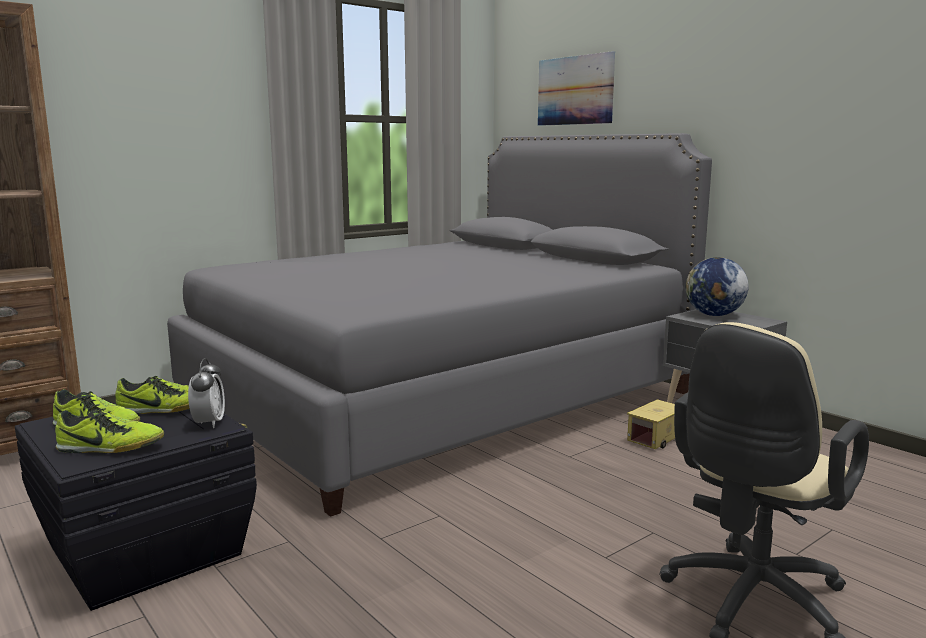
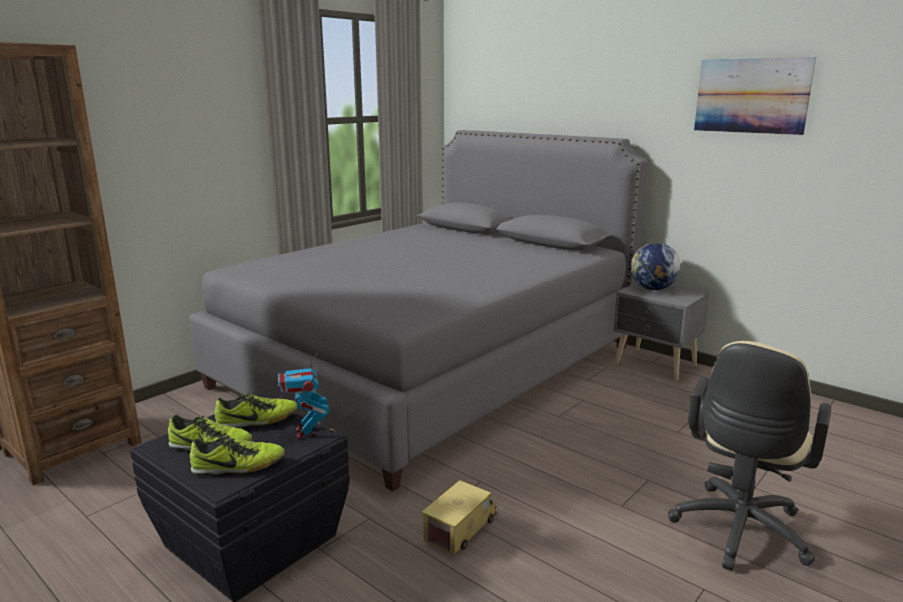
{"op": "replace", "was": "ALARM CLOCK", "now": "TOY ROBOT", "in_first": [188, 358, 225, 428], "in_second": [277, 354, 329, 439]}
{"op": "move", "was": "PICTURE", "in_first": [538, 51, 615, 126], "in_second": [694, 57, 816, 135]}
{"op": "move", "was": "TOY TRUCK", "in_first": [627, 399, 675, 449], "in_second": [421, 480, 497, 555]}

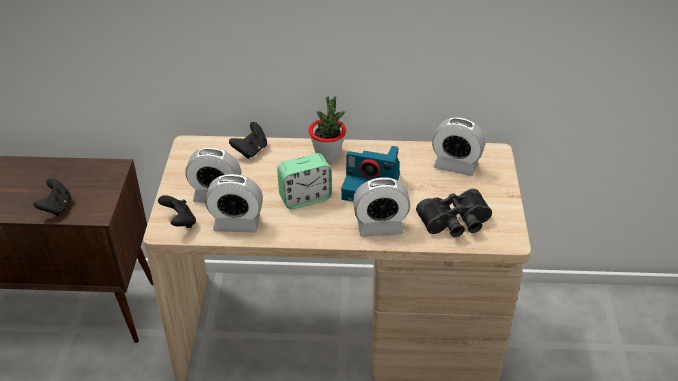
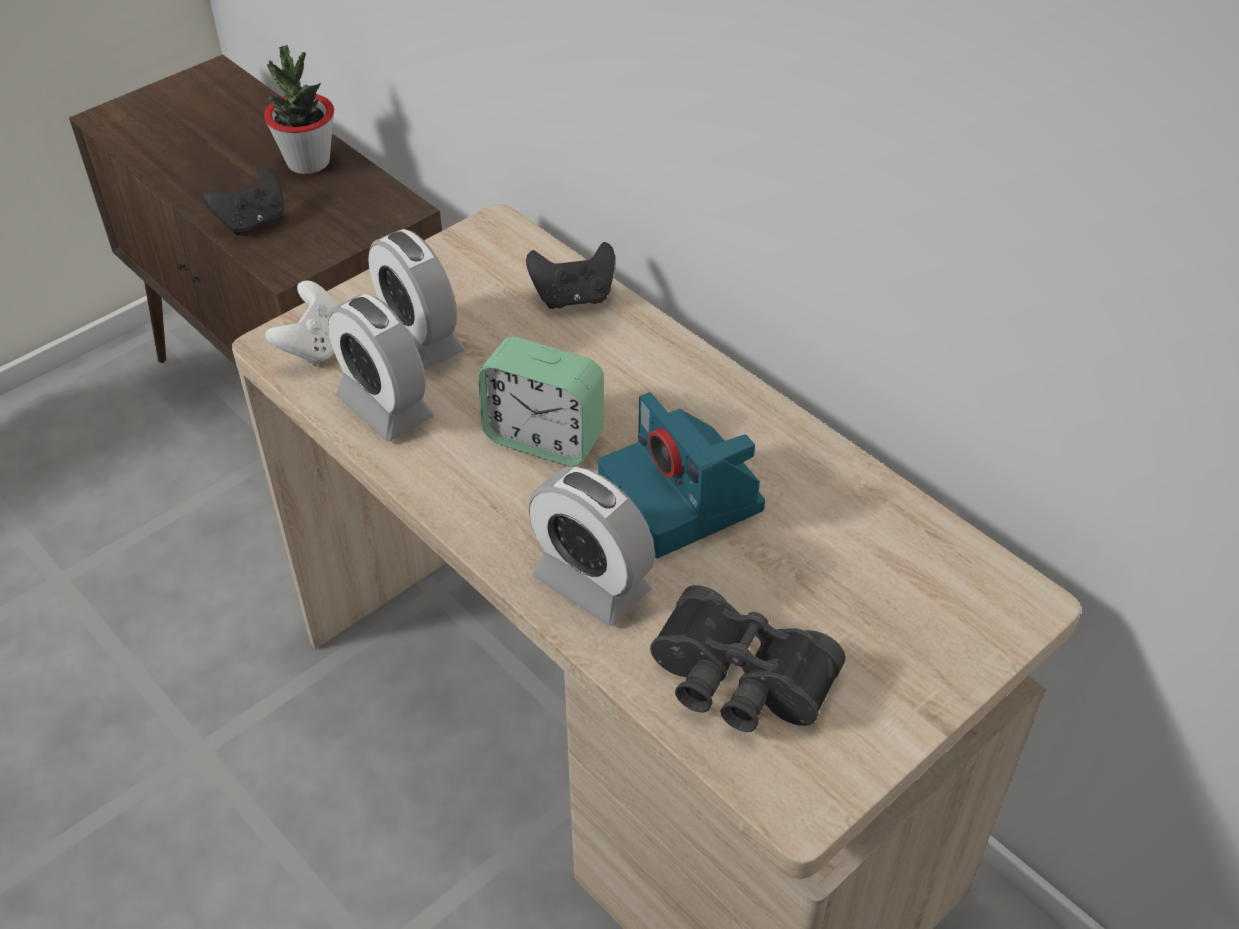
{"op": "recolor", "was": "BLACK GAME CONTROLLER", "now": "WHITE GAME CONTROLLER", "in_first": [158, 195, 196, 228], "in_second": [266, 280, 338, 366]}
{"op": "move", "was": "POTTED PLANT", "in_first": [309, 96, 346, 162], "in_second": [264, 45, 334, 174]}
{"op": "delete", "was": "ALARM CLOCK", "in_first": [432, 117, 485, 176]}

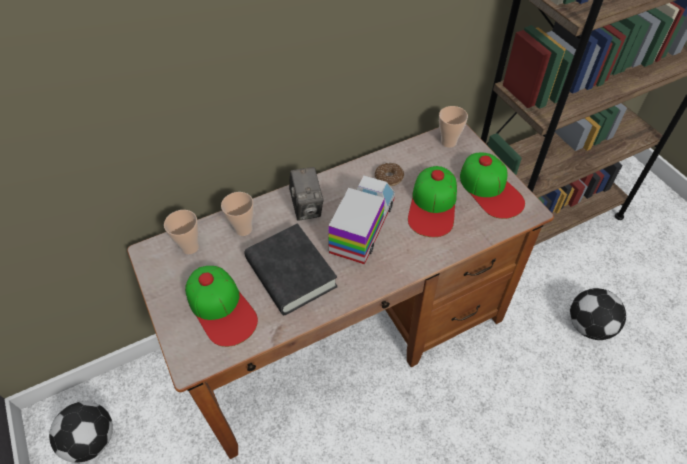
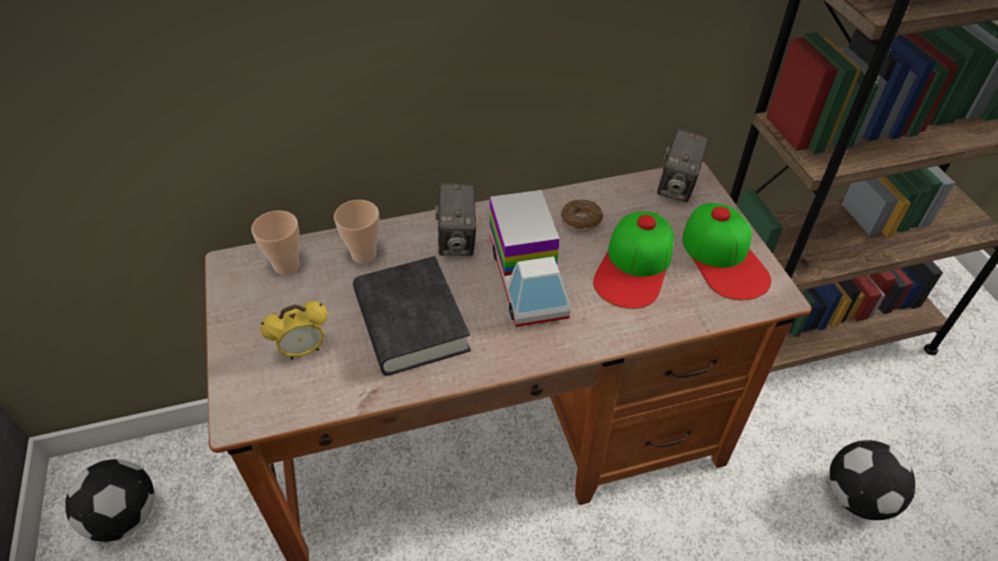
{"op": "replace", "was": "CAP", "now": "ALARM CLOCK", "in_first": [185, 266, 258, 347], "in_second": [260, 301, 328, 360]}
{"op": "rotate", "was": "TOY TRUCK", "in_first": [328, 175, 395, 265], "in_second": [489, 190, 570, 327], "clockwise": 135}
{"op": "replace", "was": "CUP", "now": "PHOTO CAMERA", "in_first": [439, 106, 468, 148], "in_second": [657, 129, 709, 202]}

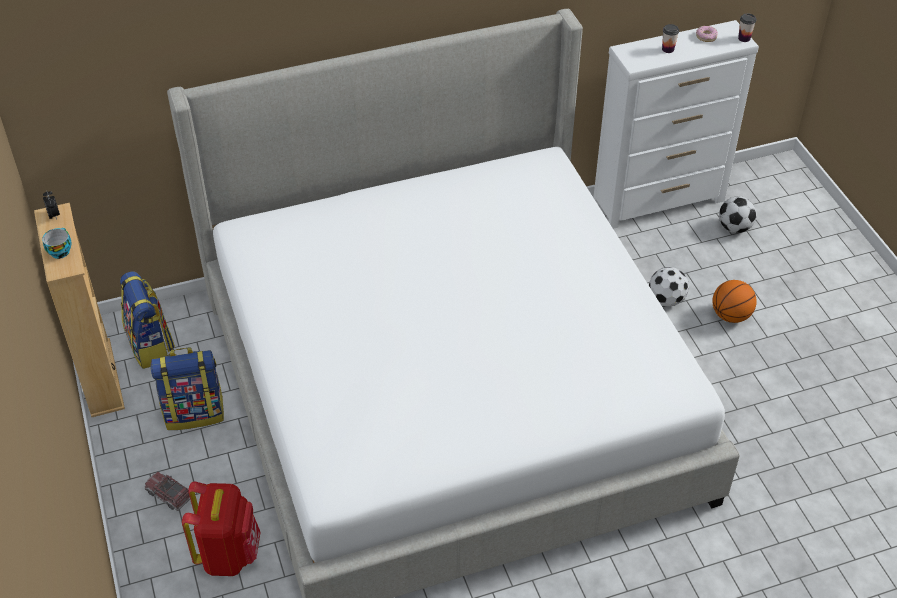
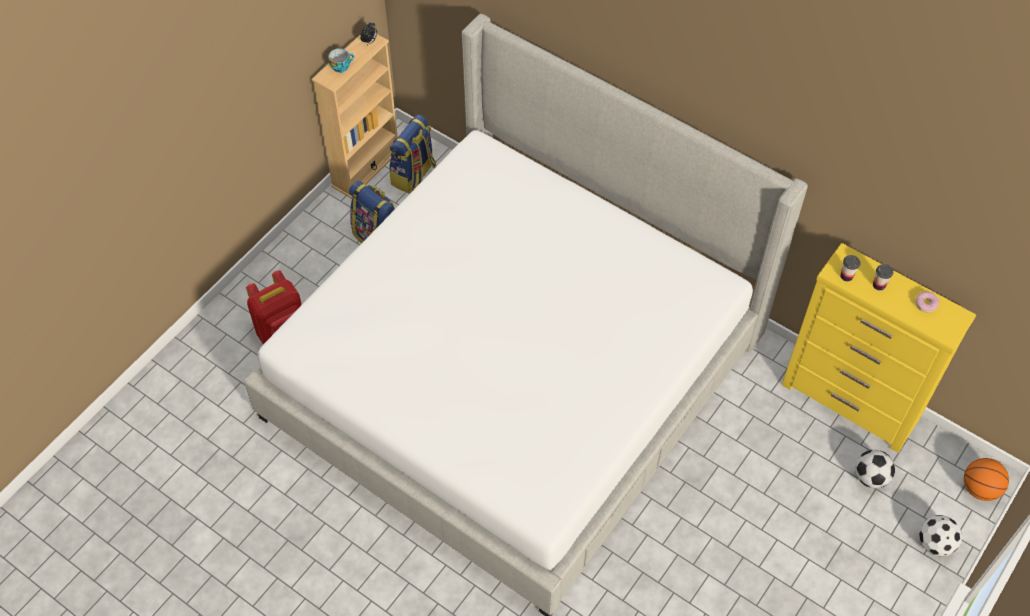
{"op": "delete", "was": "TOY TRUCK", "in_first": [145, 472, 190, 511]}
{"op": "recolor", "was": "WHITE DRESSER", "now": "YELLOW DRESSER", "in_first": [593, 20, 759, 229], "in_second": [782, 243, 976, 453]}
{"op": "move", "was": "FOOTBALL", "in_first": [649, 267, 689, 306], "in_second": [919, 515, 962, 556]}
{"op": "move", "was": "BASKETBALL", "in_first": [712, 280, 757, 323], "in_second": [964, 458, 1009, 501]}
{"op": "move", "was": "CUP", "in_first": [738, 13, 756, 42], "in_second": [840, 255, 860, 282]}

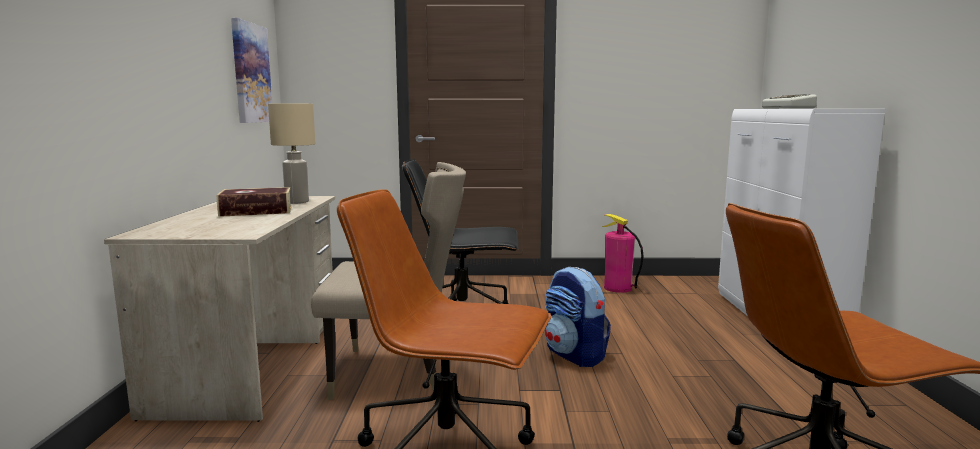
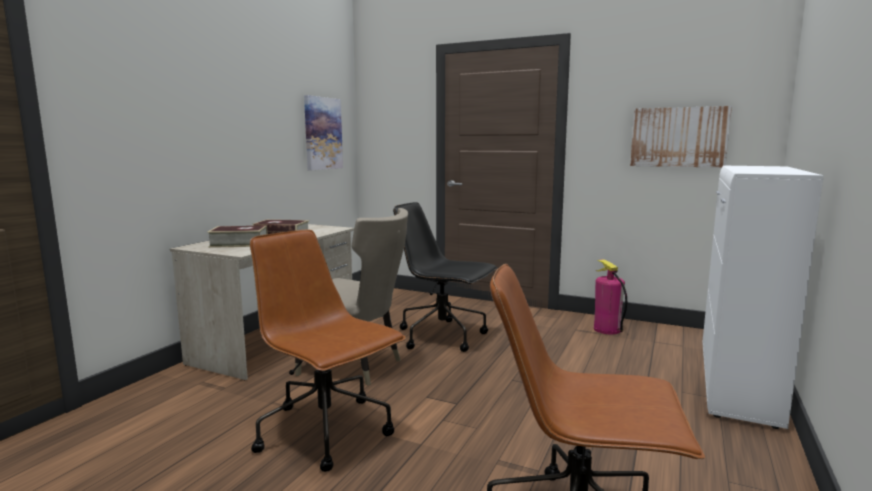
{"op": "delete", "was": "BEIGE TABLE LAMP", "in_first": [268, 103, 315, 204]}
{"op": "delete", "was": "BACKPACK", "in_first": [545, 267, 611, 367]}
{"op": "delete", "was": "KEYBOARD", "in_first": [762, 94, 817, 109]}
{"op": "insert", "now": "BOOK", "in_second": [207, 226, 268, 248]}
{"op": "insert", "now": "PICTURE", "in_second": [630, 106, 732, 168]}

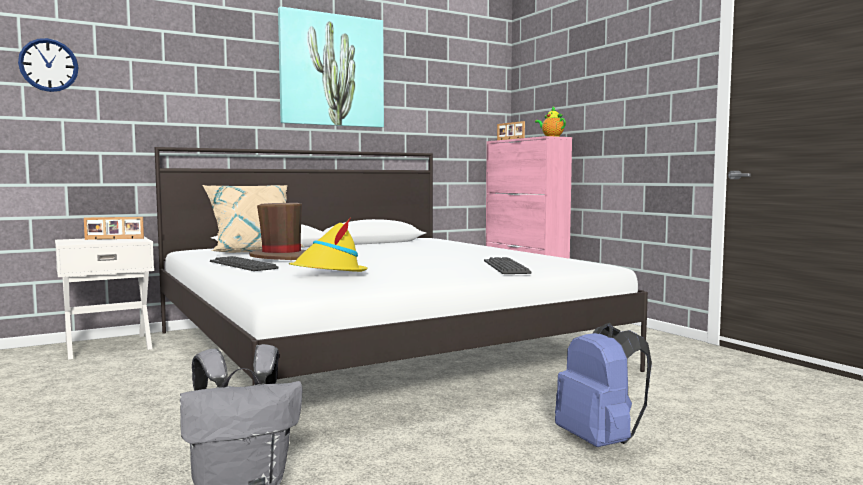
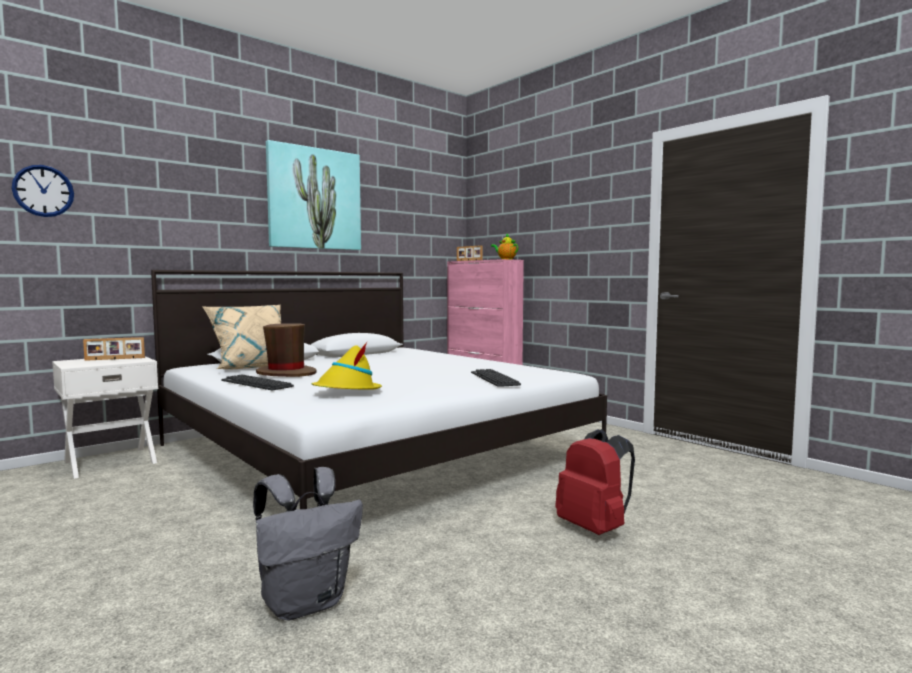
{"op": "recolor", "was": "BLUE BACKPACK", "now": "RED BACKPACK", "in_first": [555, 323, 652, 447], "in_second": [555, 429, 635, 535]}

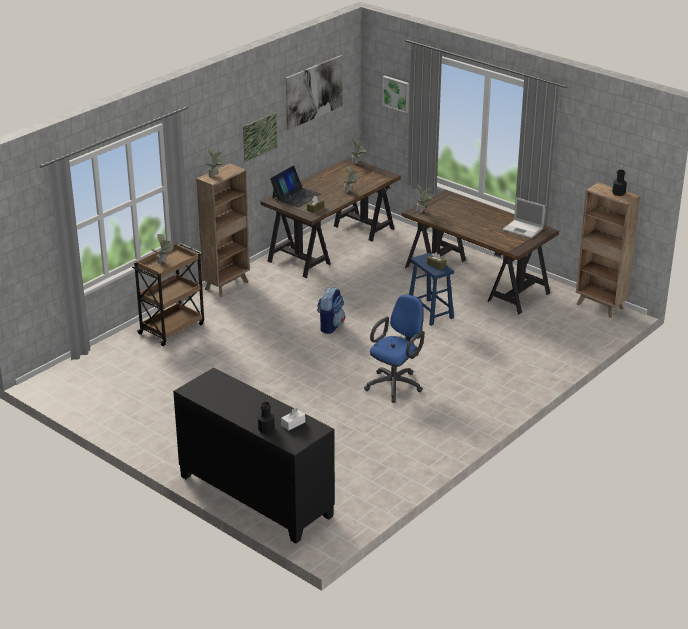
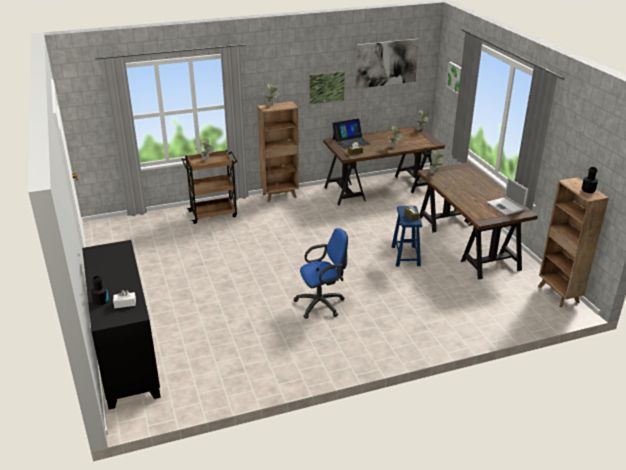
{"op": "delete", "was": "BACKPACK", "in_first": [317, 287, 345, 334]}

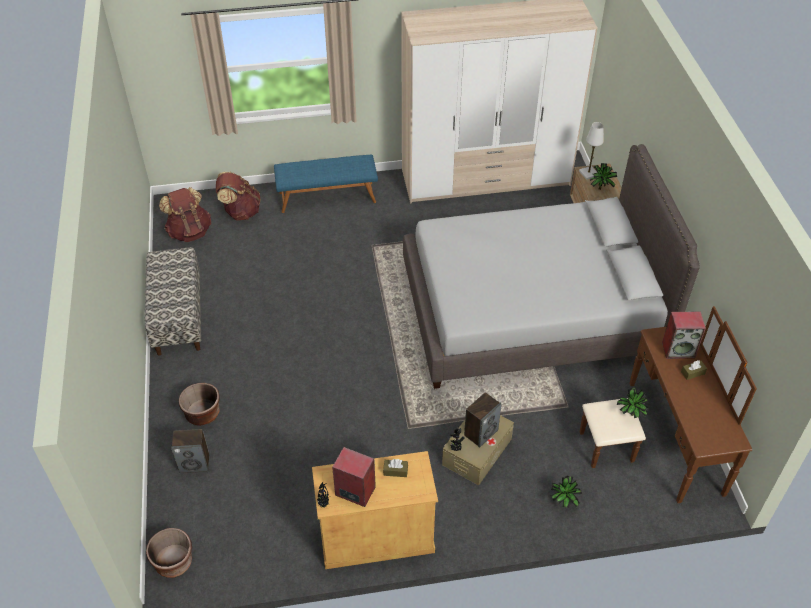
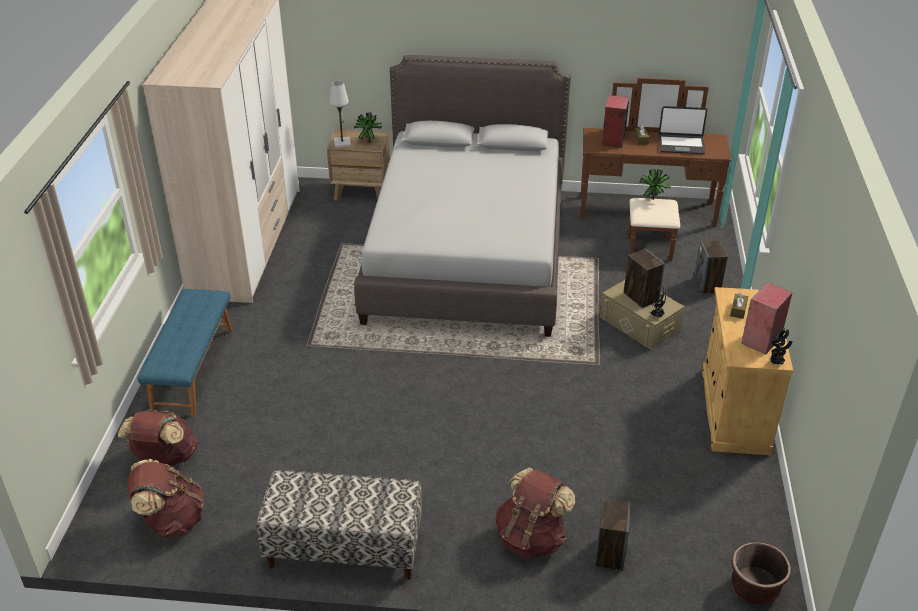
{"op": "replace", "was": "BROWN PLANTER", "now": "BROWN BACKPACK", "in_first": [179, 383, 220, 426], "in_second": [495, 467, 575, 558]}
{"op": "replace", "was": "POTTED PLANT", "now": "SPEAKER", "in_first": [550, 476, 582, 508], "in_second": [694, 241, 728, 294]}
{"op": "insert", "now": "LAPTOP", "in_second": [658, 106, 707, 154]}

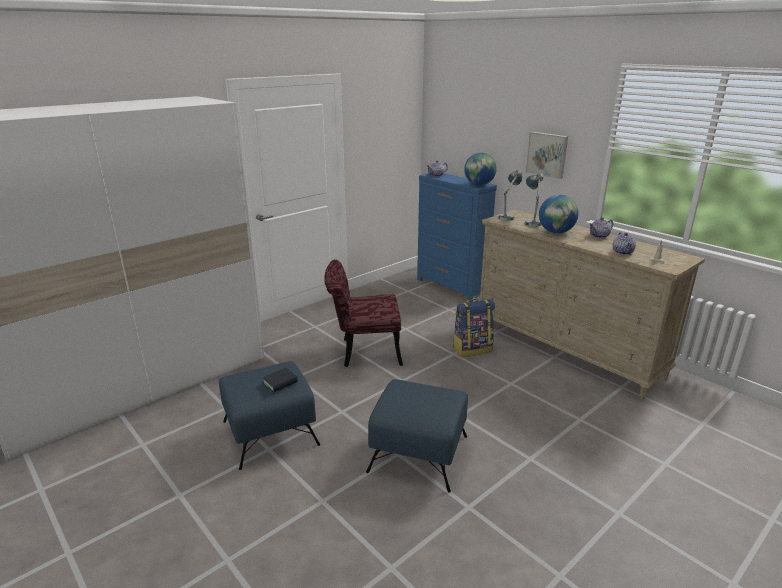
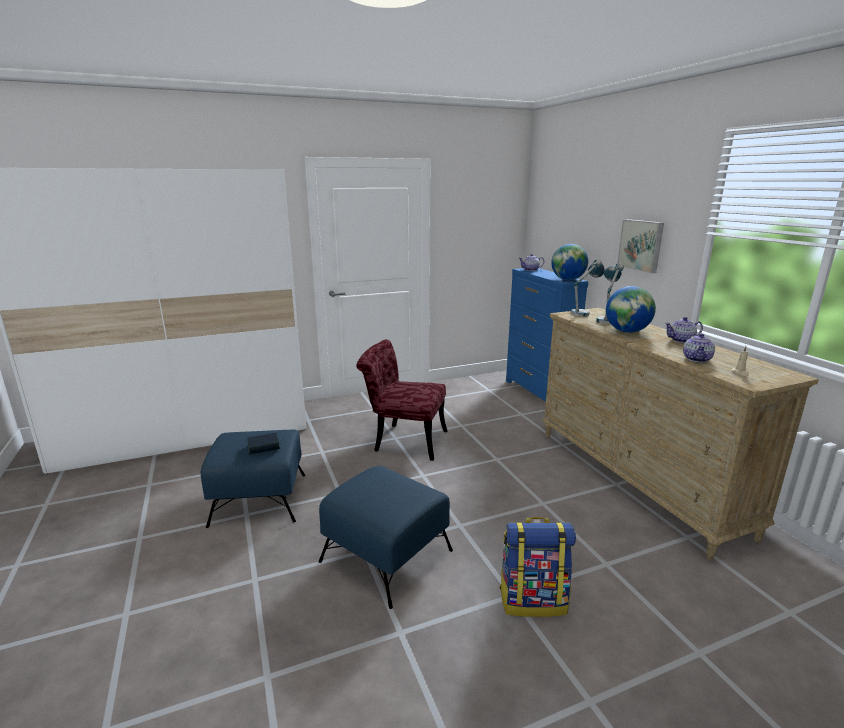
{"op": "move", "was": "BACKPACK", "in_first": [453, 299, 495, 357], "in_second": [499, 517, 576, 617]}

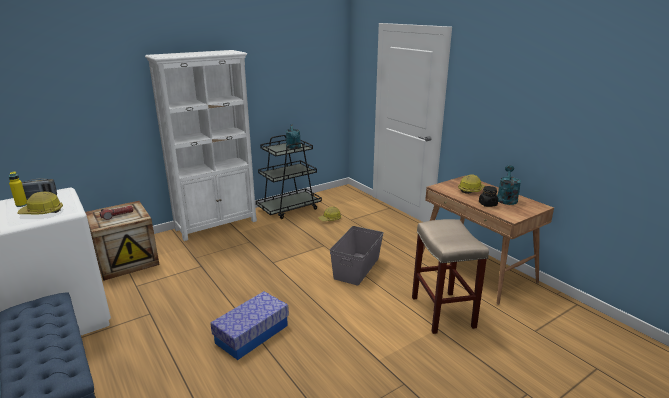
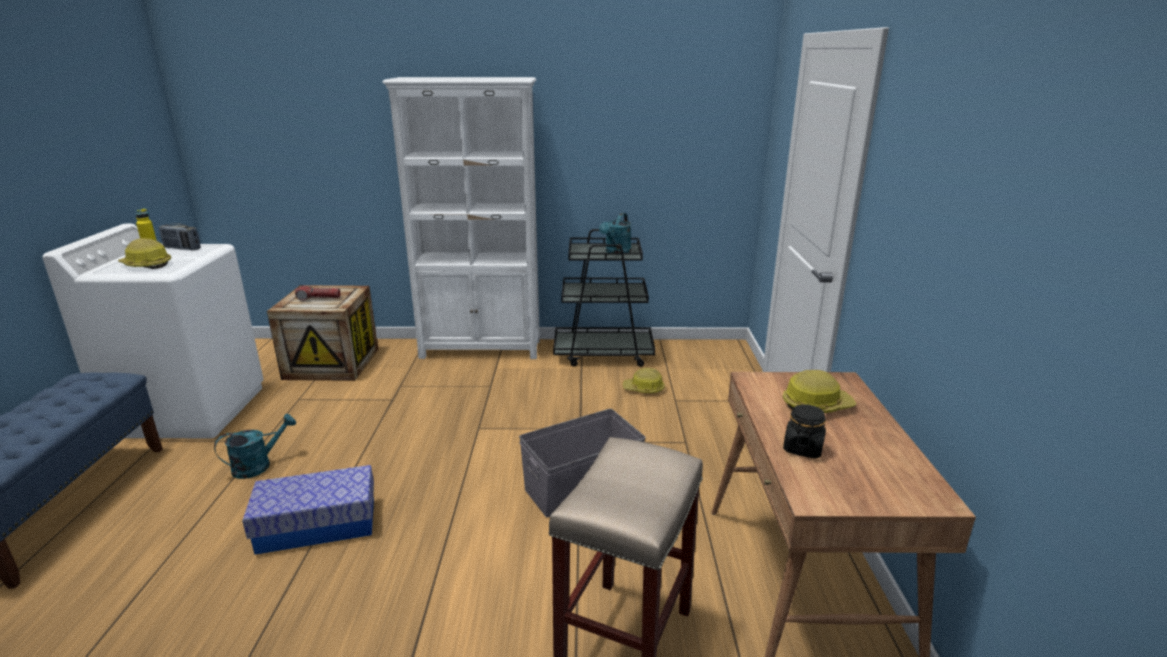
{"op": "move", "was": "TURQUOISE WATERING CAN", "in_first": [497, 165, 521, 205], "in_second": [214, 414, 296, 479]}

